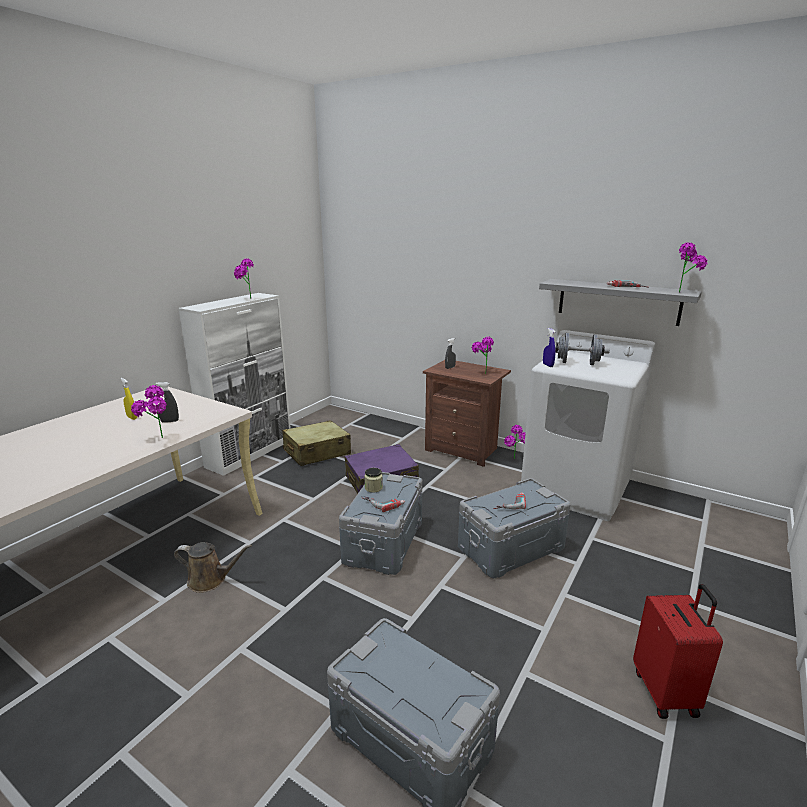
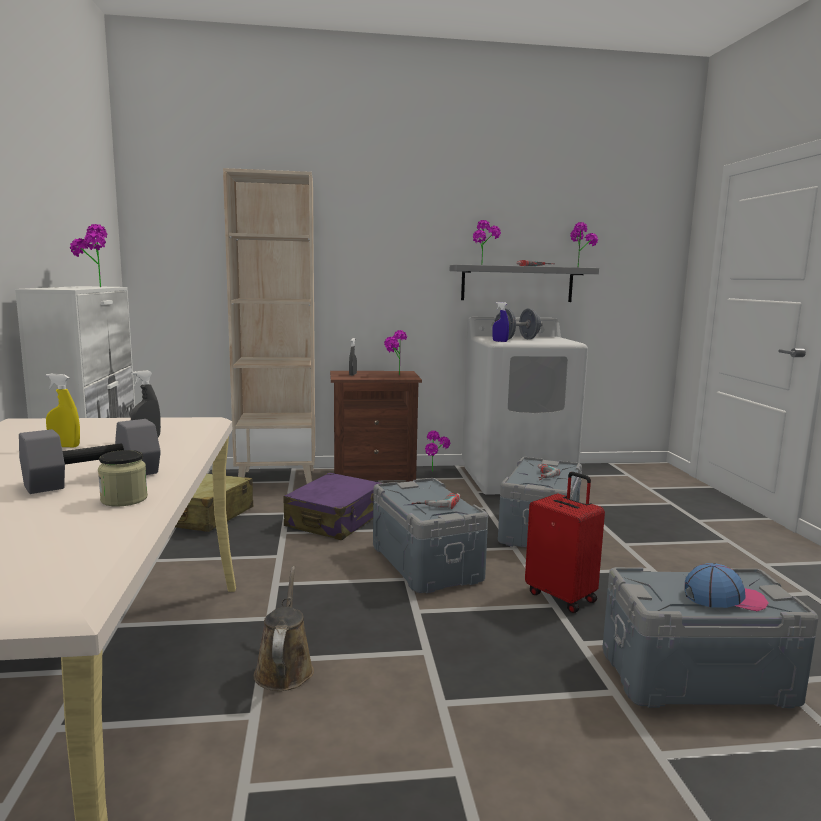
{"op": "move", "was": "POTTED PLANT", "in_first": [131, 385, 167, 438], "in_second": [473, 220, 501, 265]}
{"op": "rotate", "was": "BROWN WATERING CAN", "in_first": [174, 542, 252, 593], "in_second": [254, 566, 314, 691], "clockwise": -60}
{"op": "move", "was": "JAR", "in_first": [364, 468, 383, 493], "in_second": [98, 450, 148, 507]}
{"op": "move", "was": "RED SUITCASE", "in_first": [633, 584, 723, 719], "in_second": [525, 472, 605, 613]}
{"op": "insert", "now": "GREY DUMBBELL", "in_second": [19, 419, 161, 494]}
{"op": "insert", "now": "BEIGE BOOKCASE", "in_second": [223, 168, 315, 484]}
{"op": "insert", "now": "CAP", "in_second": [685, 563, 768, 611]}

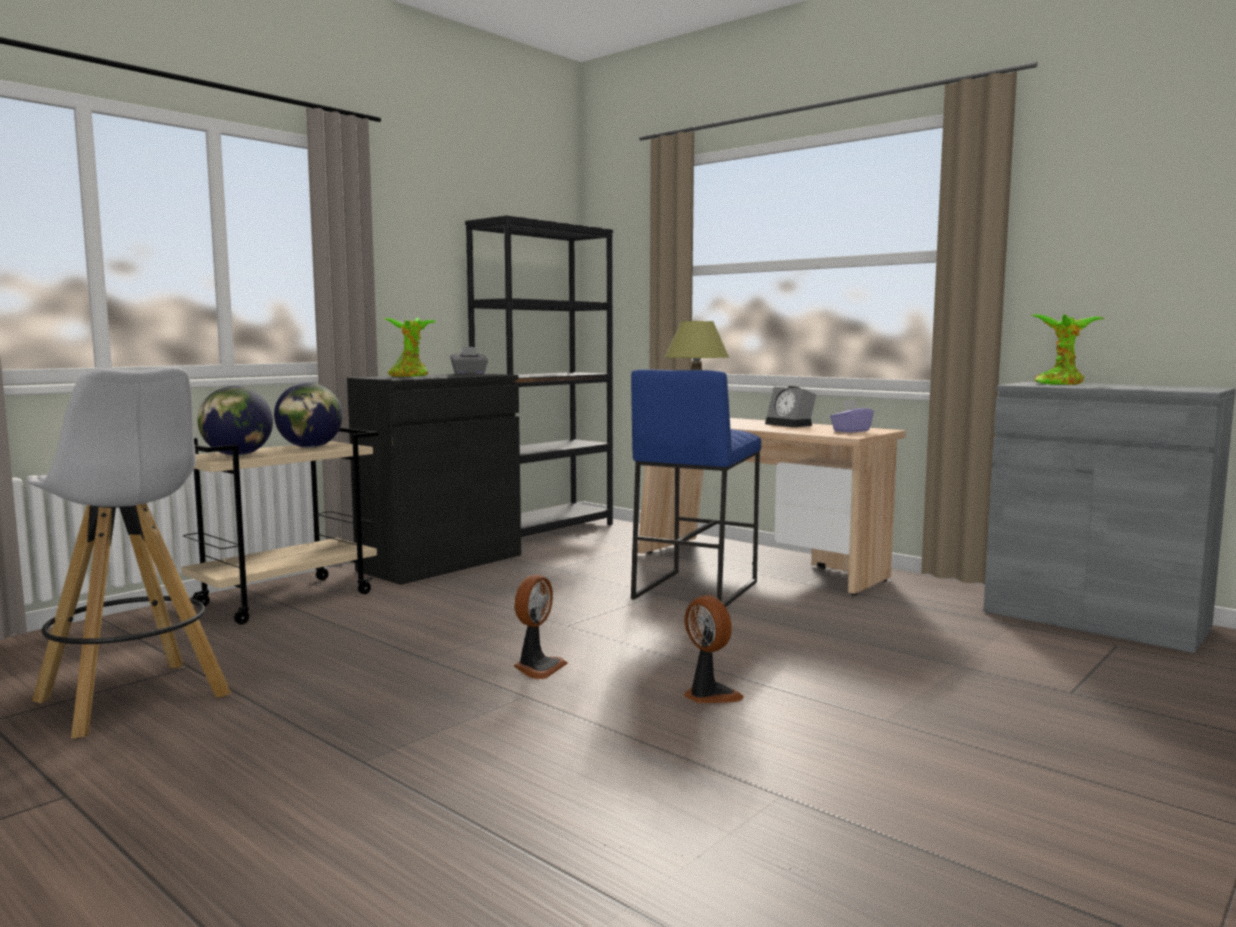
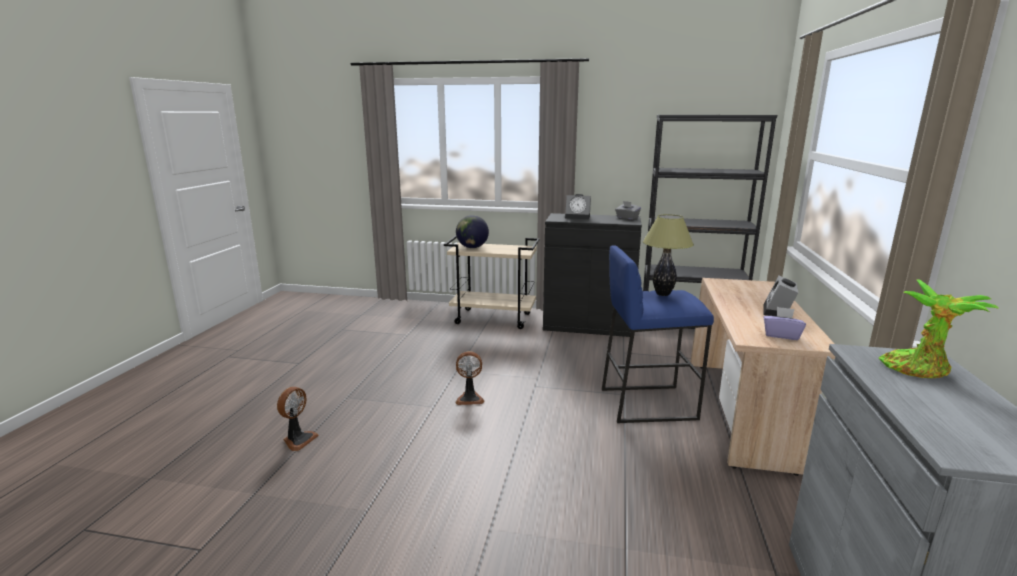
{"op": "delete", "was": "WHITE STOOL", "in_first": [28, 367, 231, 739]}
{"op": "delete", "was": "GLOBE", "in_first": [274, 383, 343, 448]}
{"op": "replace", "was": "POTTED PLANT", "now": "ALARM CLOCK", "in_first": [383, 318, 436, 377], "in_second": [565, 194, 591, 219]}
{"op": "move", "was": "FAN", "in_first": [684, 595, 744, 703], "in_second": [277, 387, 319, 451]}

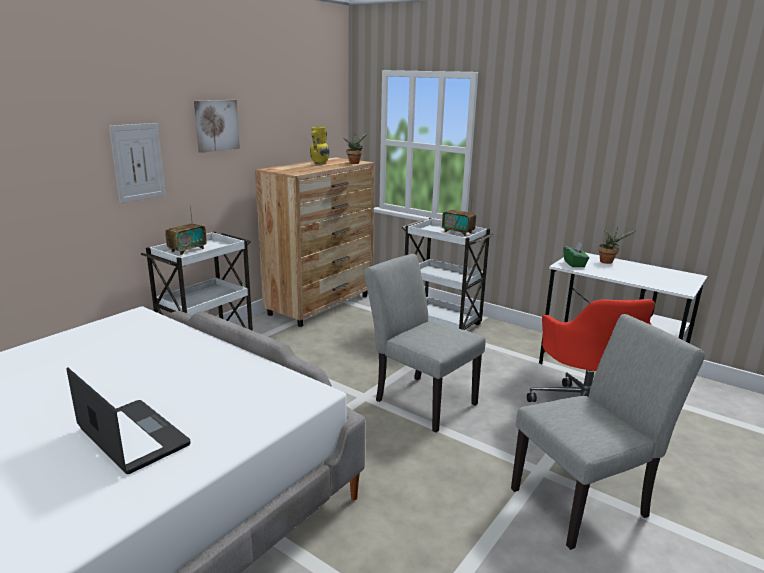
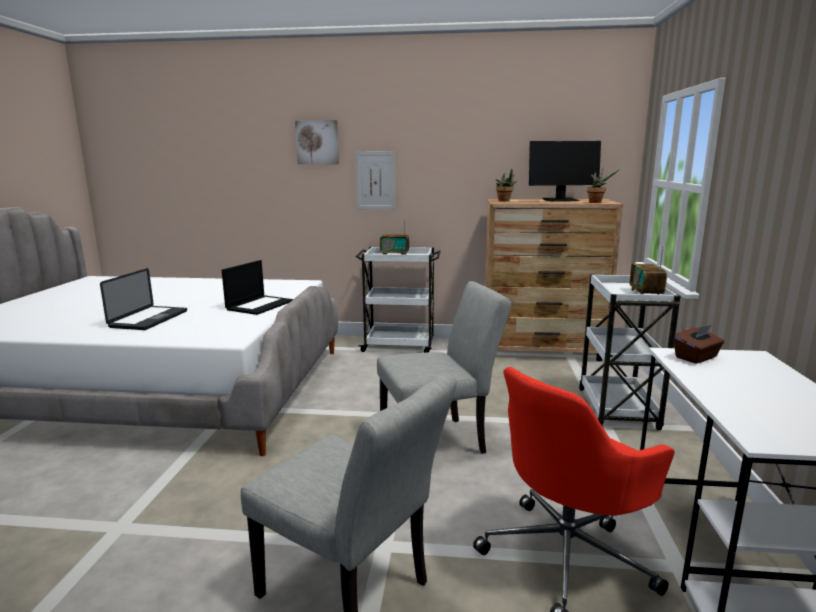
{"op": "move", "was": "PICTURE", "in_first": [194, 100, 240, 153], "in_second": [295, 120, 339, 164]}
{"op": "replace", "was": "YELLOW VASE", "now": "MONITOR", "in_first": [310, 127, 330, 164], "in_second": [529, 141, 601, 202]}
{"op": "rotate", "was": "GREY CHAIR", "in_first": [364, 254, 485, 433], "in_second": [377, 281, 512, 454], "clockwise": 60}
{"op": "recolor", "was": "GREEN TISSUE BOX", "now": "BROWN TISSUE BOX", "in_first": [564, 243, 589, 267], "in_second": [674, 325, 724, 364]}
{"op": "move", "was": "POTTED PLANT", "in_first": [598, 227, 635, 264], "in_second": [496, 169, 517, 201]}
{"op": "insert", "now": "LAPTOP", "in_second": [222, 260, 293, 315]}

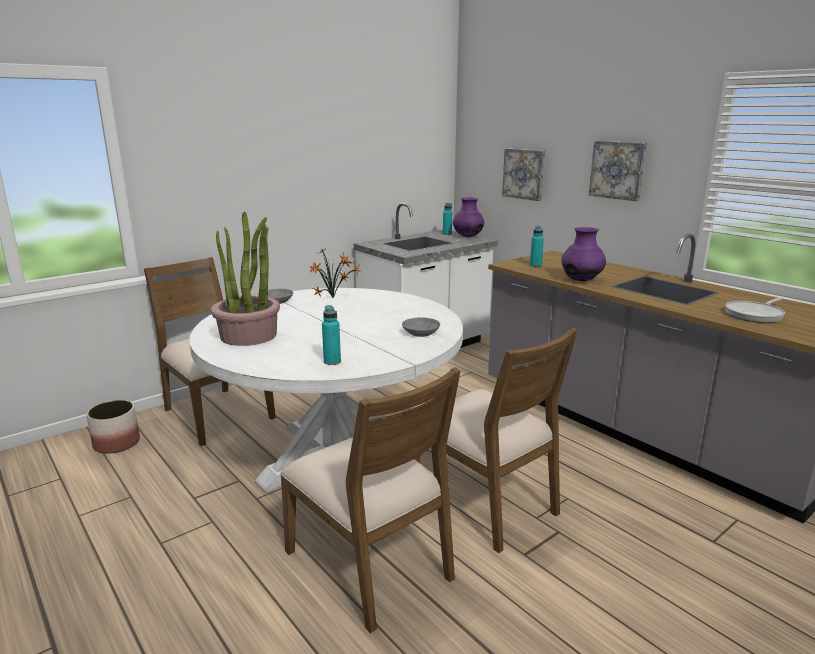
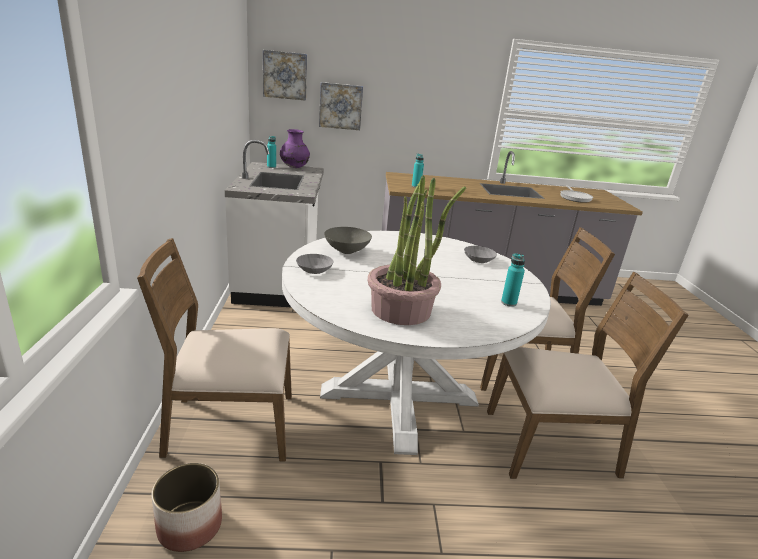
{"op": "replace", "was": "POTTED PLANT", "now": "GREY BOWL", "in_first": [309, 248, 360, 298], "in_second": [324, 227, 372, 254]}
{"op": "delete", "was": "PURPLE VASE", "in_first": [561, 227, 606, 281]}
{"op": "move", "was": "PICTURE", "in_first": [589, 141, 647, 201], "in_second": [263, 50, 307, 101]}

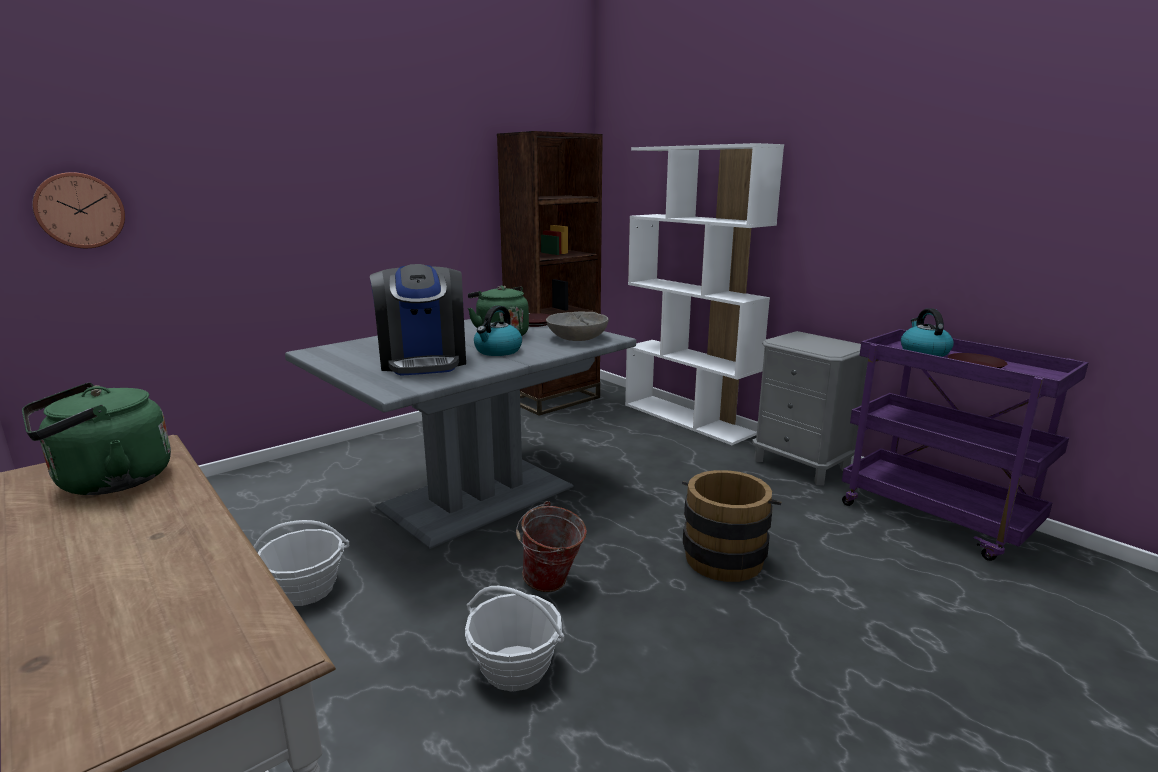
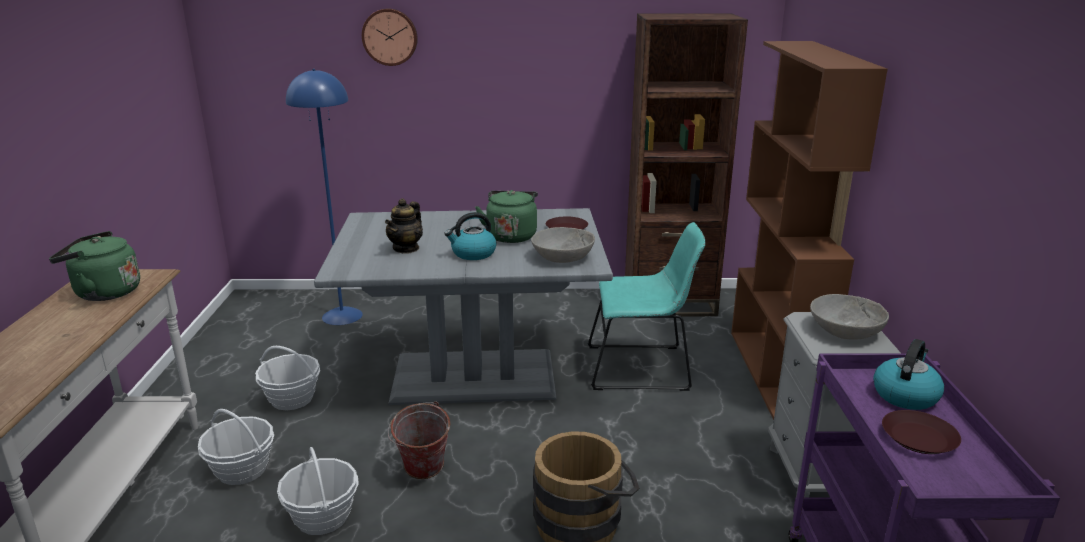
{"op": "move", "was": "WALL CLOCK", "in_first": [32, 172, 125, 248], "in_second": [362, 8, 418, 66]}
{"op": "replace", "was": "COFFEE MACHINE", "now": "TEAPOT", "in_first": [370, 264, 466, 376], "in_second": [385, 198, 423, 253]}
{"op": "recolor", "was": "WHITE BOOKCASE", "now": "BROWN BOOKCASE", "in_first": [625, 143, 784, 445], "in_second": [731, 41, 888, 420]}
{"op": "insert", "now": "BASKET", "in_second": [198, 409, 274, 485]}
{"op": "insert", "now": "BLUE FLOOR LAMP", "in_second": [286, 69, 363, 325]}
{"op": "insert", "now": "TURQUOISE CHAIR", "in_second": [587, 222, 706, 391]}
{"op": "insert", "now": "GREY BOWL", "in_second": [810, 294, 889, 340]}

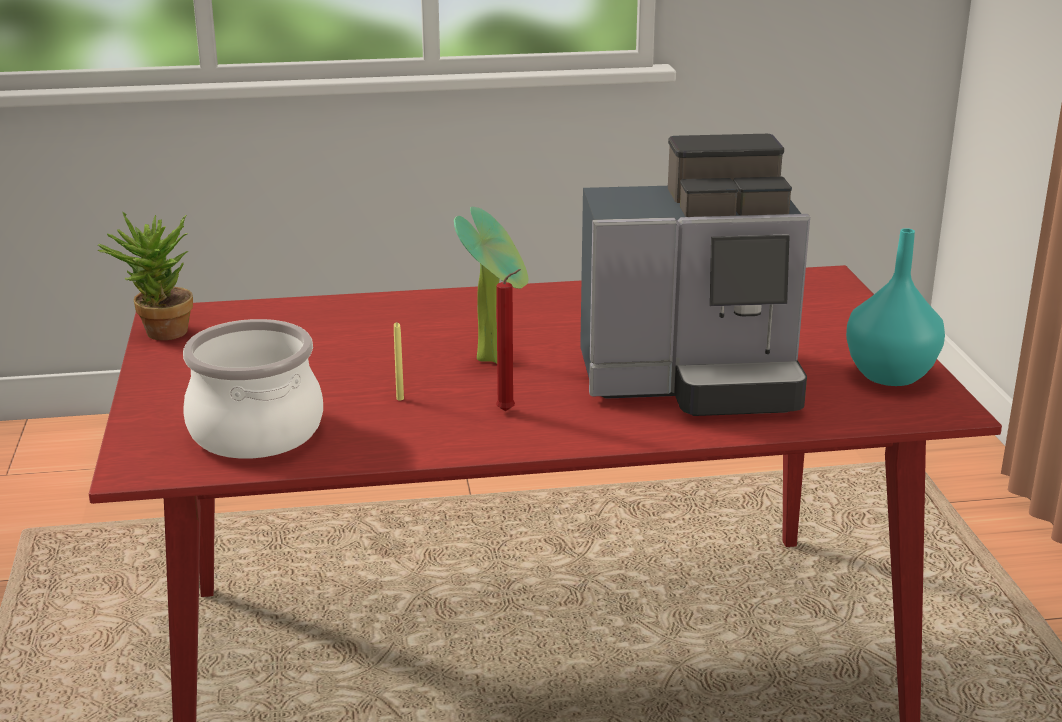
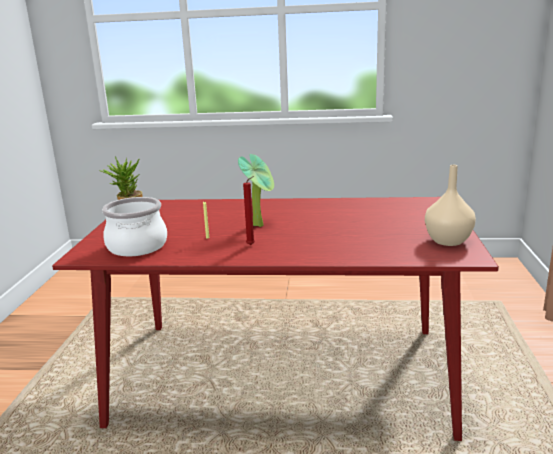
{"op": "delete", "was": "COFFEE MACHINE", "in_first": [580, 134, 810, 416]}
{"op": "recolor", "was": "TURQUOISE VASE", "now": "BEIGE VASE", "in_first": [846, 228, 945, 386], "in_second": [425, 165, 476, 246]}

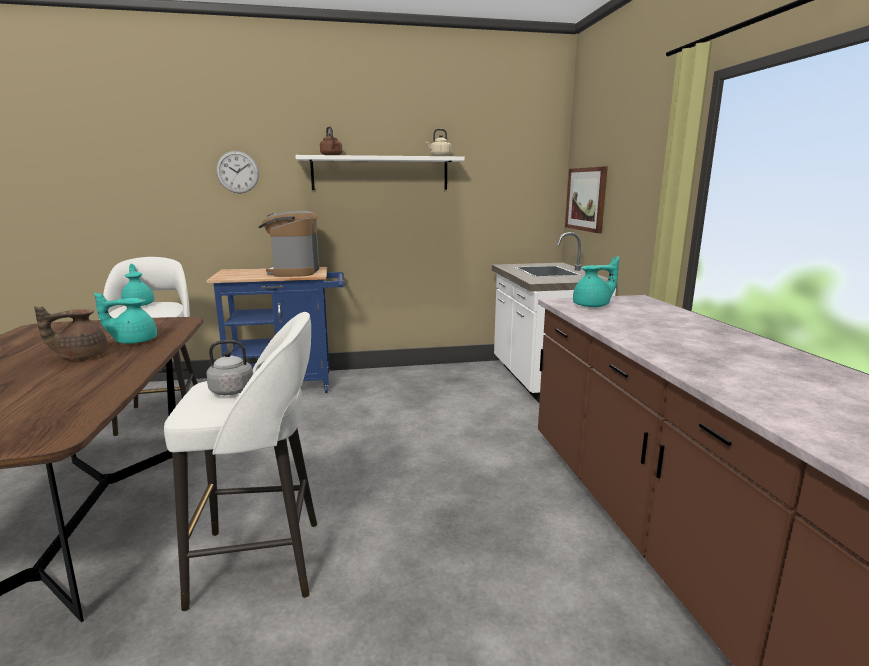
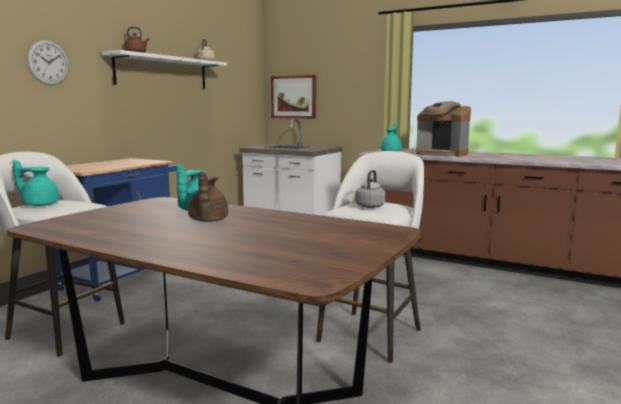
{"op": "move", "was": "COFFEE MACHINE", "in_first": [258, 211, 320, 277], "in_second": [416, 101, 471, 157]}

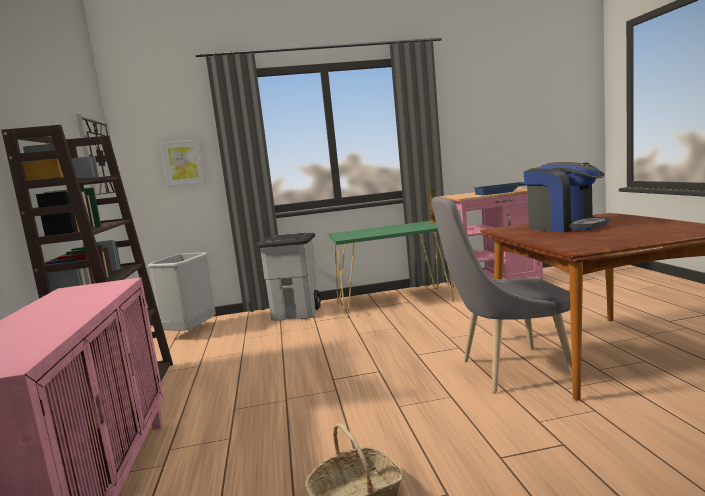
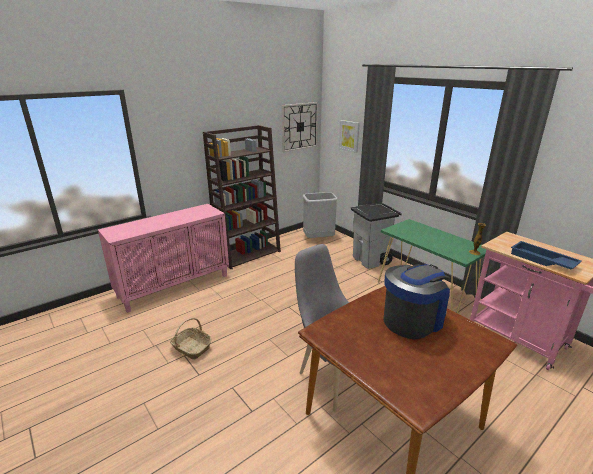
{"op": "rotate", "was": "COFFEE MACHINE", "in_first": [524, 162, 609, 232], "in_second": [383, 264, 450, 339], "clockwise": -150}

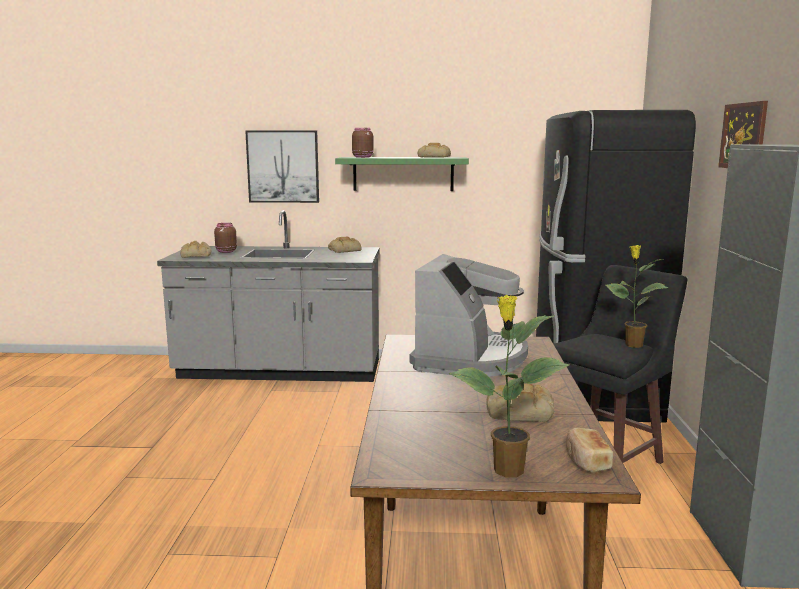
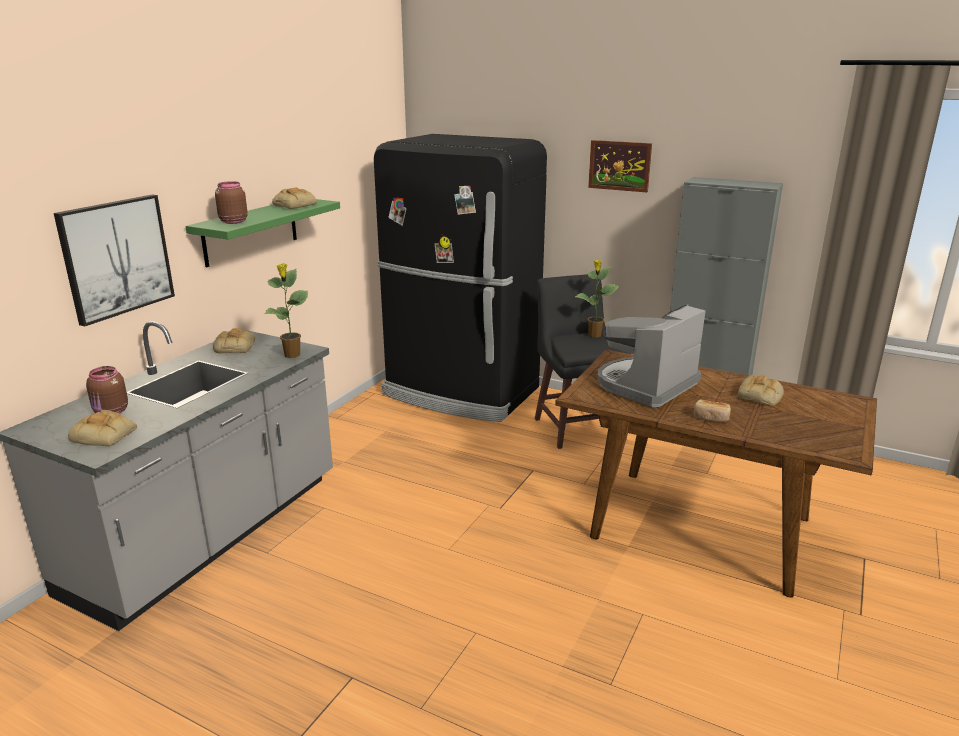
{"op": "rotate", "was": "COFFEE MACHINE", "in_first": [410, 254, 528, 377], "in_second": [597, 304, 706, 407], "clockwise": -90}
{"op": "move", "was": "POTTED PLANT", "in_first": [449, 295, 570, 477], "in_second": [264, 263, 308, 358]}
{"op": "move", "was": "BREAD", "in_first": [566, 428, 613, 473], "in_second": [694, 399, 731, 422]}

